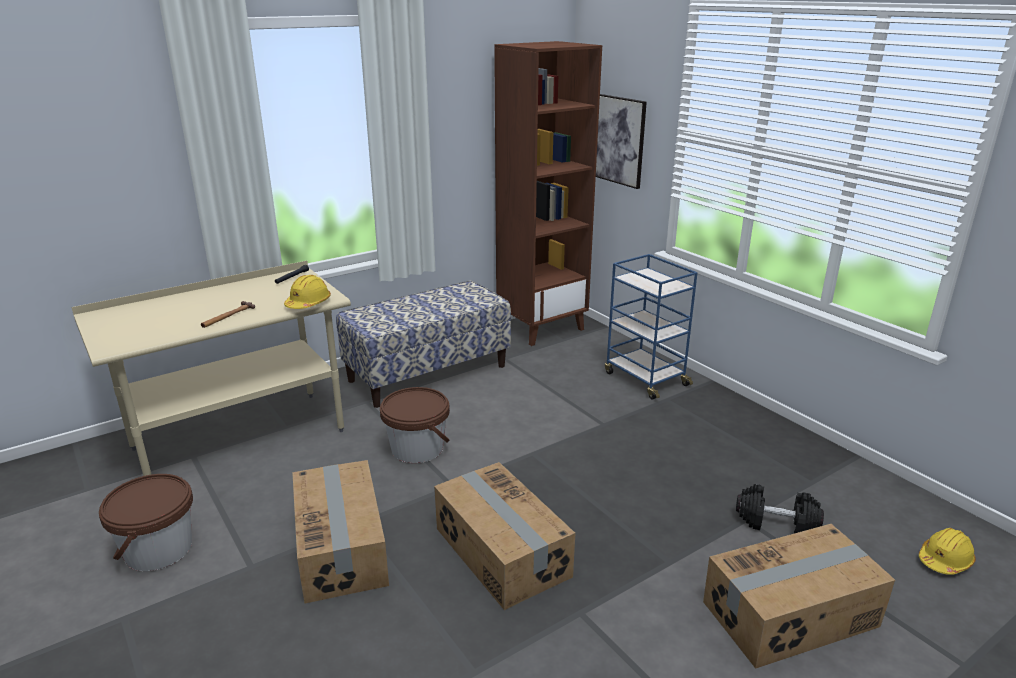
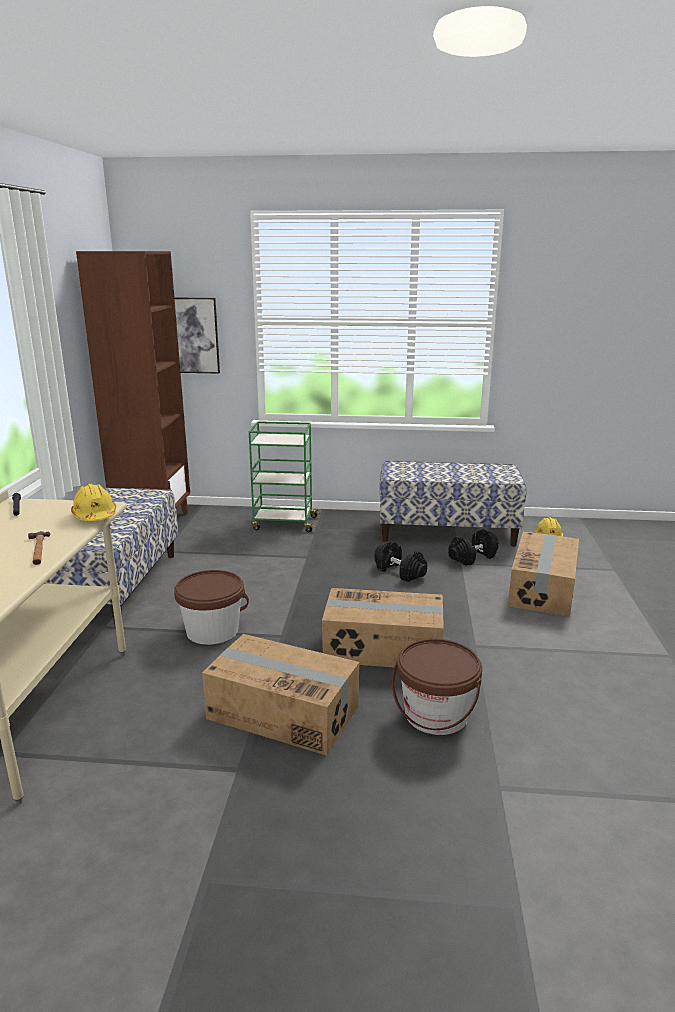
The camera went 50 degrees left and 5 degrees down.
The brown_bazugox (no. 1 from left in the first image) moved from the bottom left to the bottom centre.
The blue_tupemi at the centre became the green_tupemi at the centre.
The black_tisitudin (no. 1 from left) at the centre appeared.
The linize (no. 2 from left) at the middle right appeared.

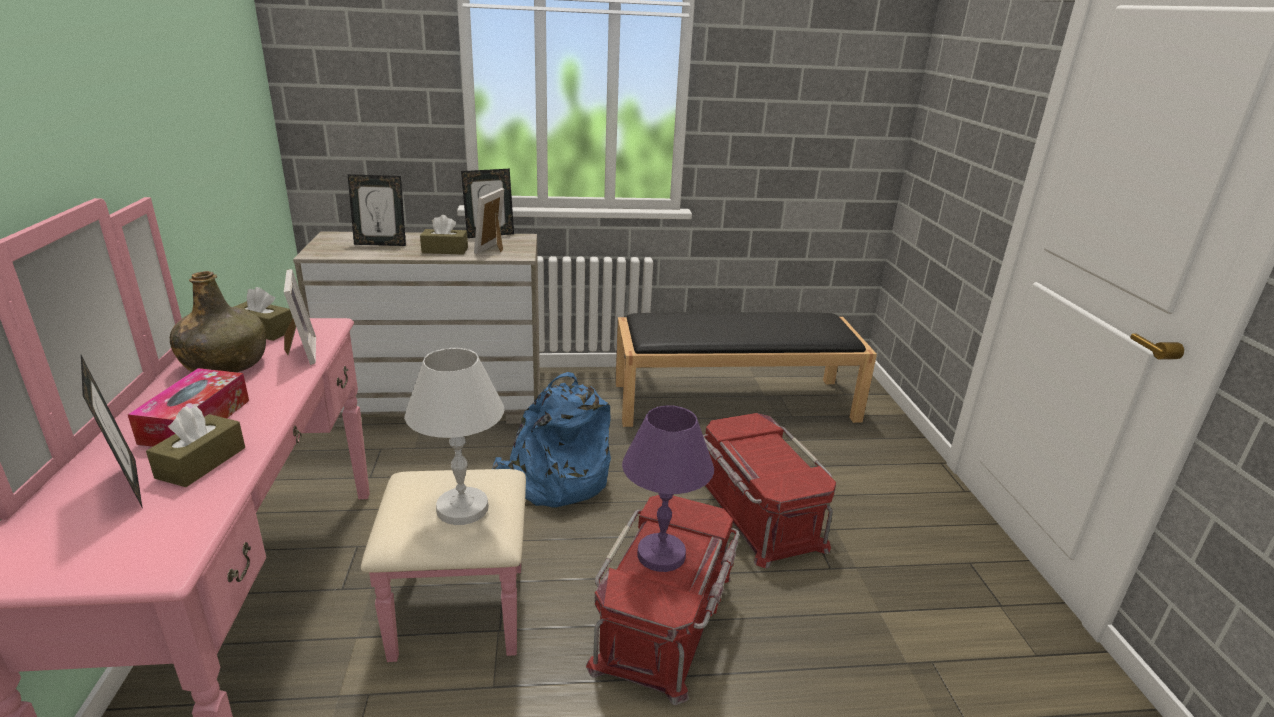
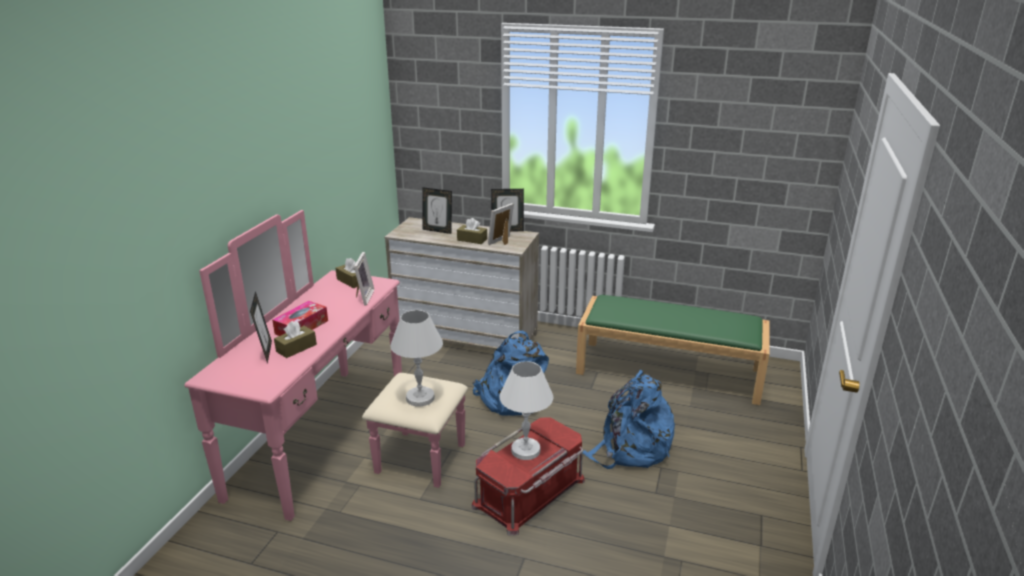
The camera went 25 degrees right and 0 degrees up.
The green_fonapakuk at the middle left disappeared.
The black_linize at the centre became the green_linize at the centre.
The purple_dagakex at the bottom centre became the white_dagakex (no. 2 from left) at the bottom centre.
The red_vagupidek (no. 2 from left) at the bottom centre was replaced by the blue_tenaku (no. 2 from left) at the bottom centre.

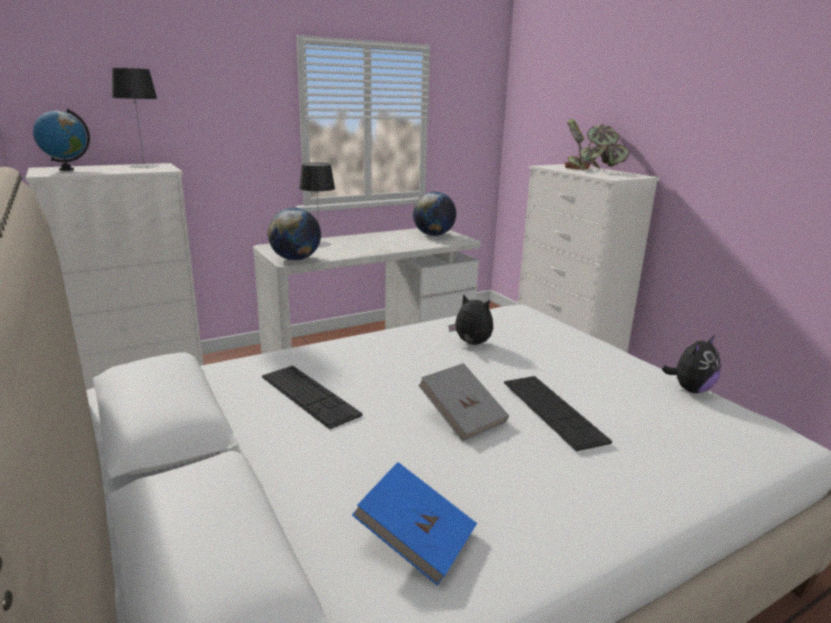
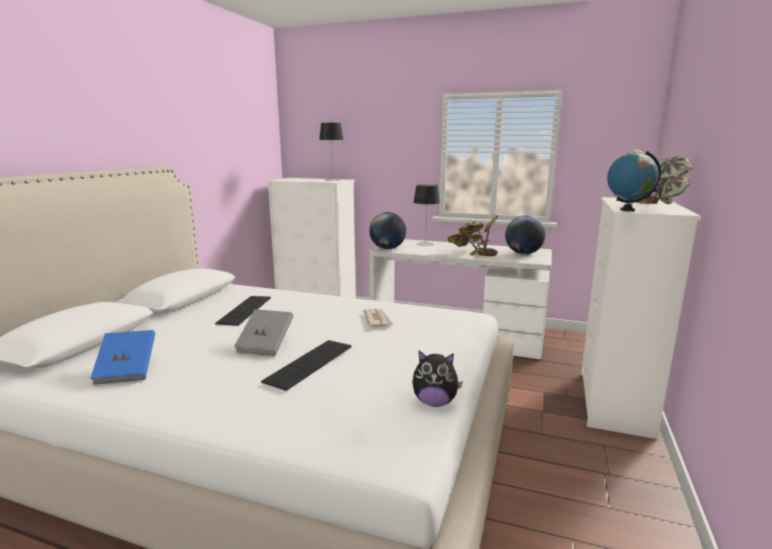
The camera went 50 degrees right and 5 degrees down.
The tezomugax (no. 1 from left in the first image) moved from the top left to the top right.
The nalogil (no. 1 from left) at the centre was replaced by the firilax at the centre.
The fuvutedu (no. 1 from left) at the centre appeared.

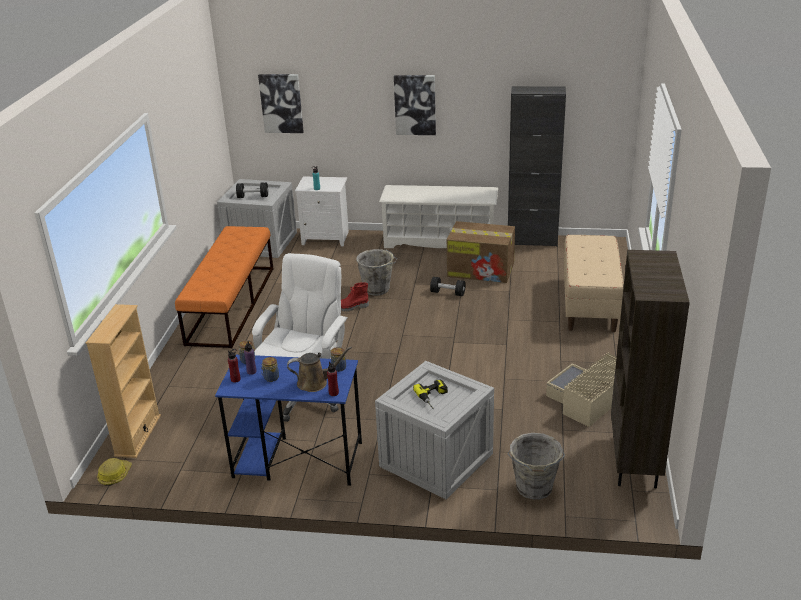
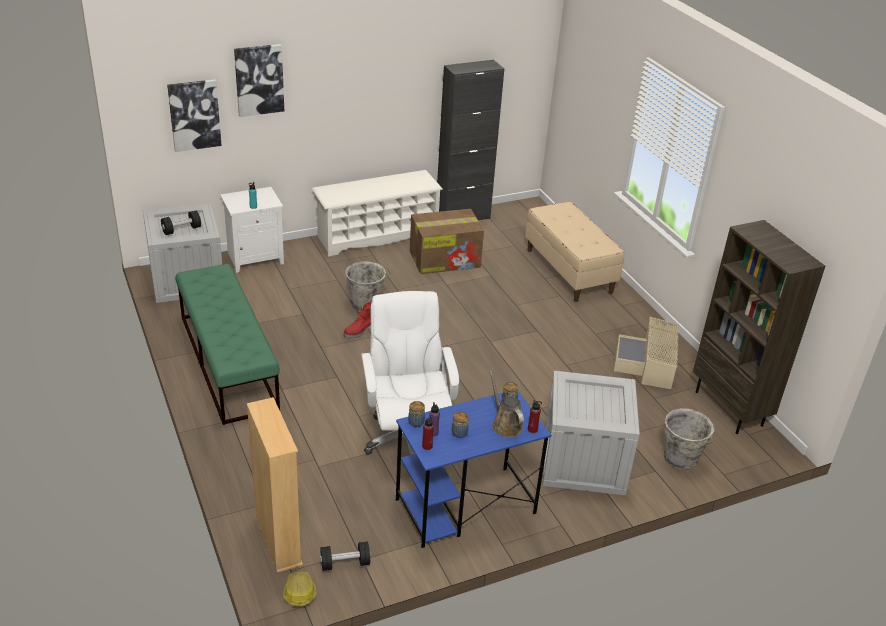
The camera went 35 degrees left and 5 degrees up.
The orange_linize at the middle left became the green_linize at the middle left.
The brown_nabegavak at the centre turned 75 degrees counterclockwise.
The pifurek (no. 2 from left) moved from the top centre to the top left.
The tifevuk at the centre disappeared.
The black_tisitudin (no. 2 from left) moved from the centre to the bottom centre.

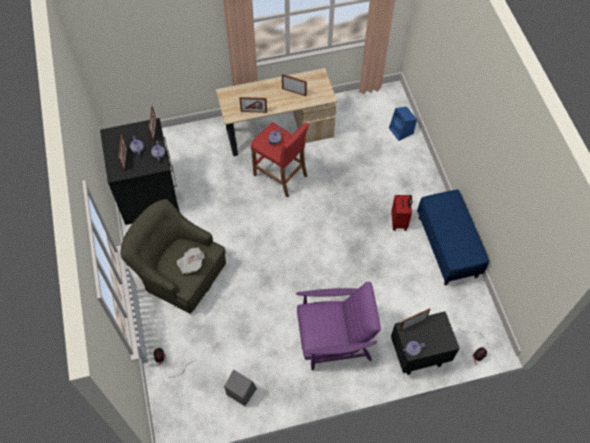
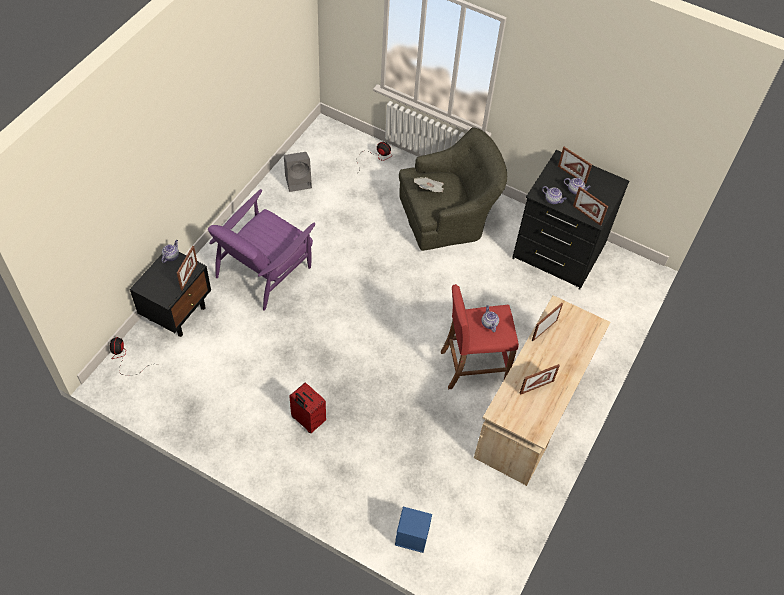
The camera went 130 degrees right and 5 degrees down.
The blue_linize at the middle right disappeared.

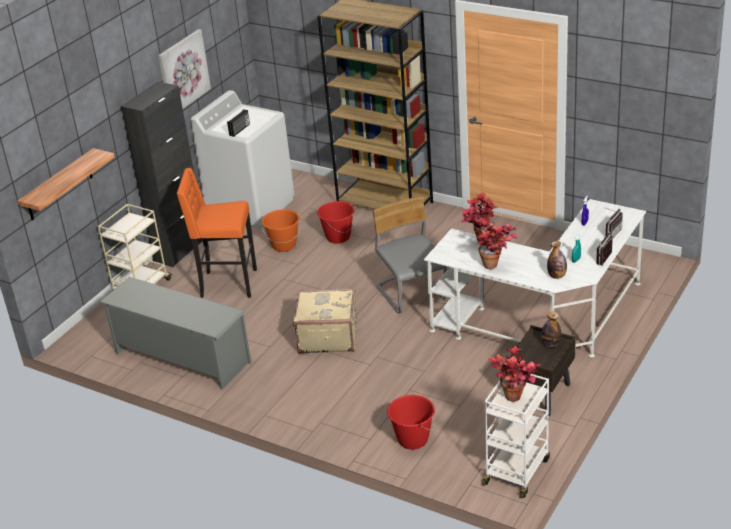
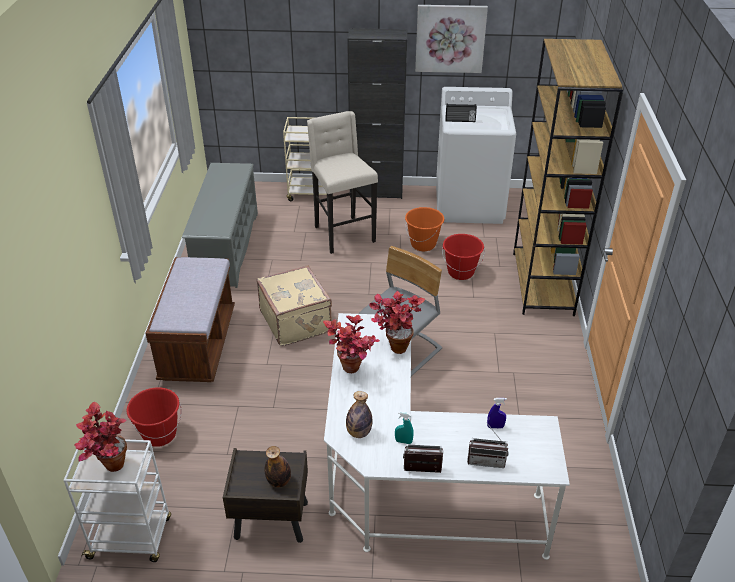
The camera went 60 degrees right and 5 degrees up.
The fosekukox at the middle left disappeared.
The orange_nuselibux at the middle left became the beige_nuselibux at the top centre.
The brown_linize at the middle left appeared.

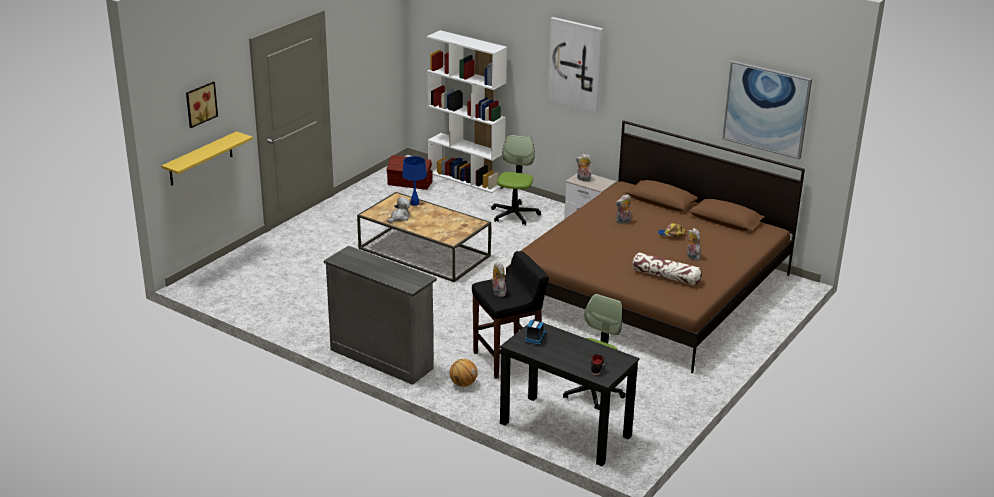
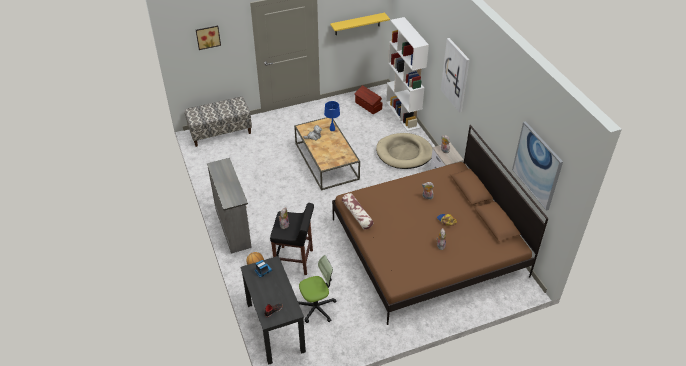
The camera went 35 degrees right and 15 degrees up.
The yellow_fosekukox moved from the top left to the top centre.
The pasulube (no. 1 from left) at the centre was replaced by the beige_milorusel at the centre.
The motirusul moved from the middle right to the centre.
The linize at the top left appeared.

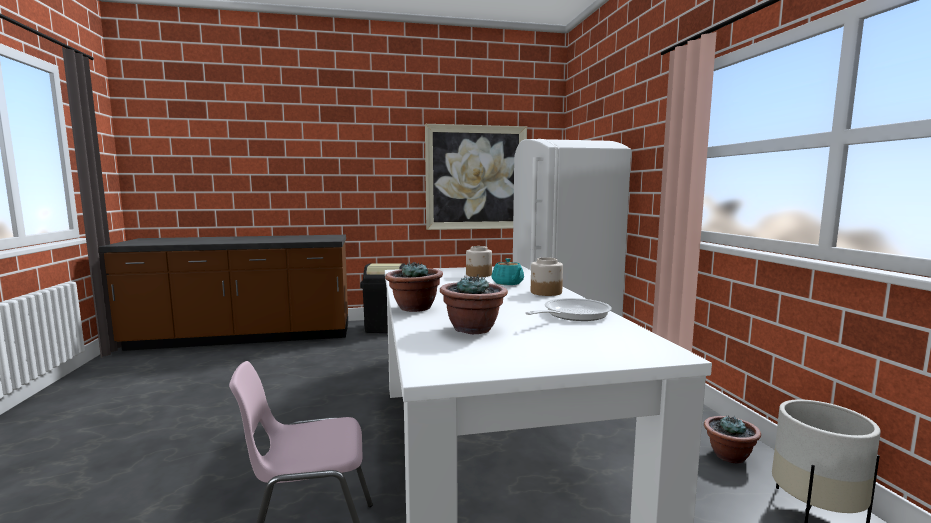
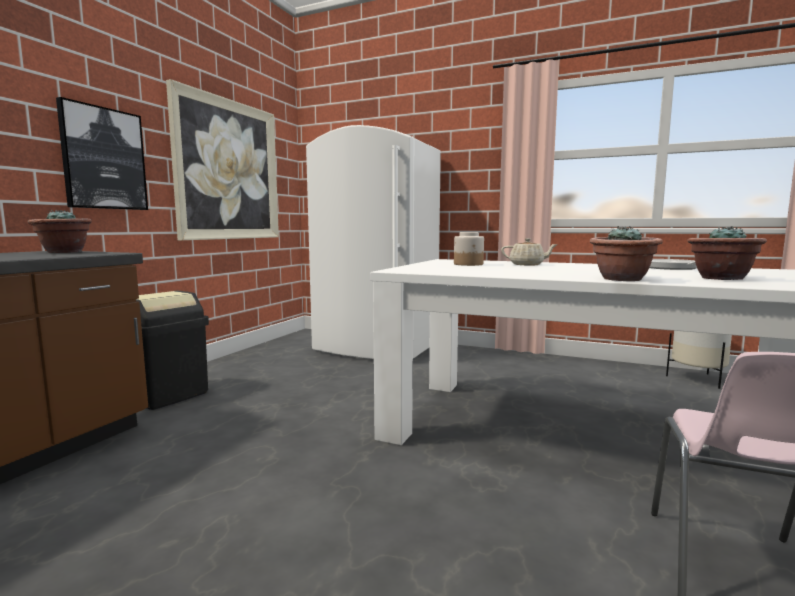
The camera went 55 degrees left and 0 degrees up.
The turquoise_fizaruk at the centre became the beige_fizaruk at the centre.
The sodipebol (no. 2 from left) at the centre disappeared.
The fuvutedu (no. 3 from left in the first image) moved from the bottom right to the middle left.
The pifurek (no. 1 from left) at the top left appeared.

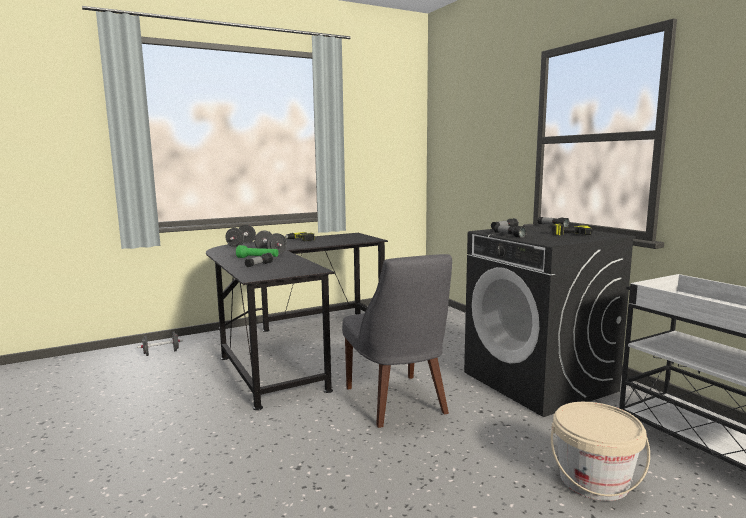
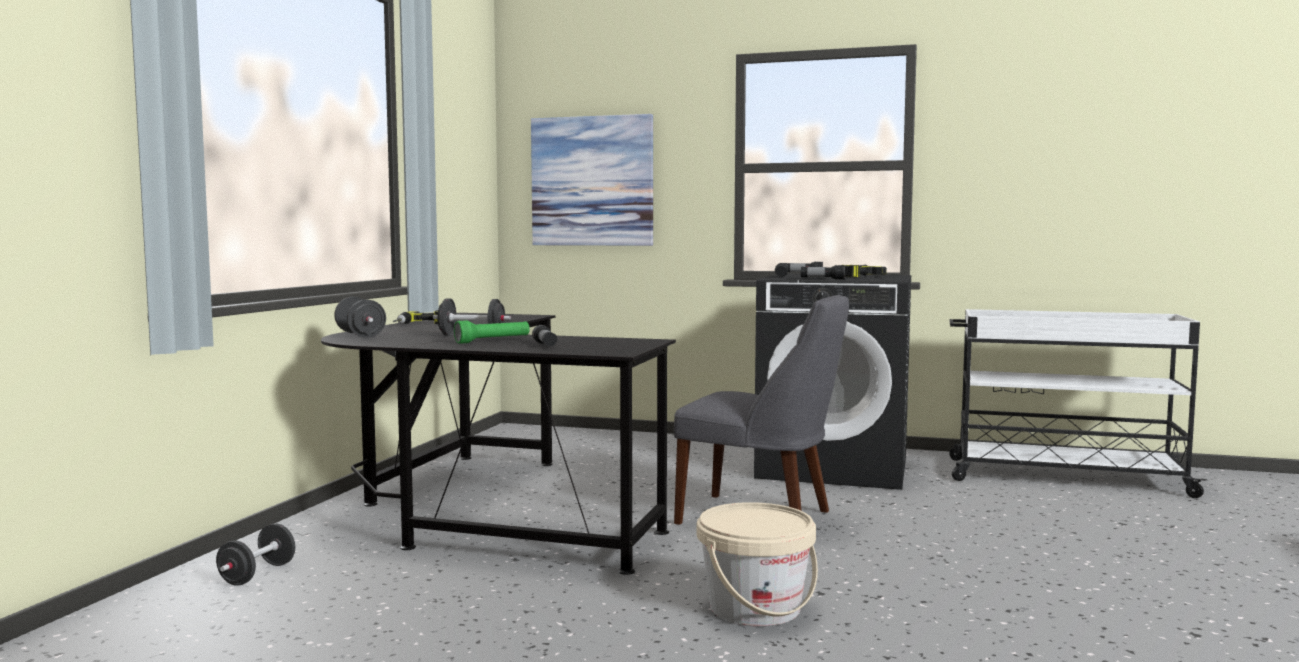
The camera went 45 degrees left and 5 degrees down.
The beige_bazugox moved from the bottom right to the bottom centre.
The pifurek at the top centre appeared.

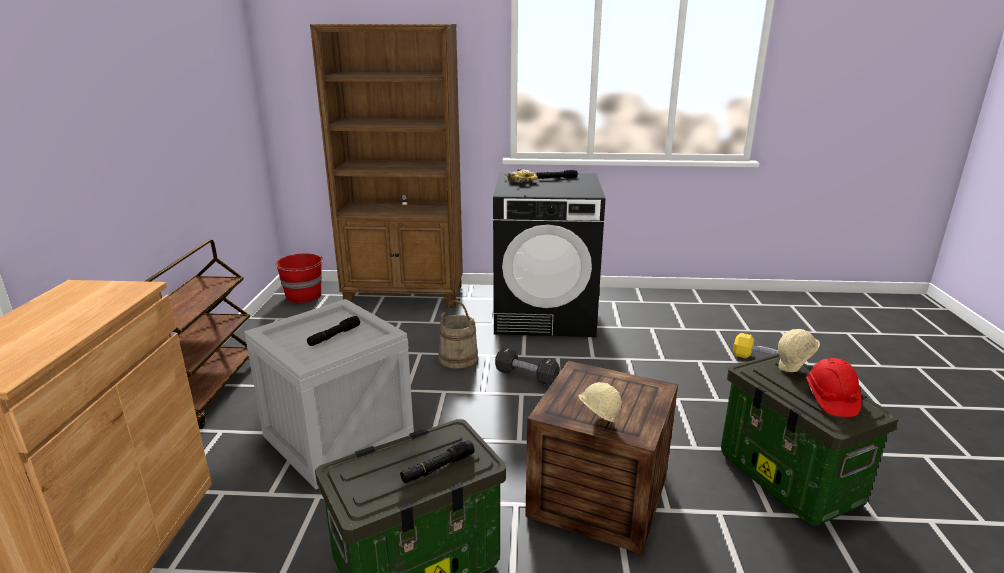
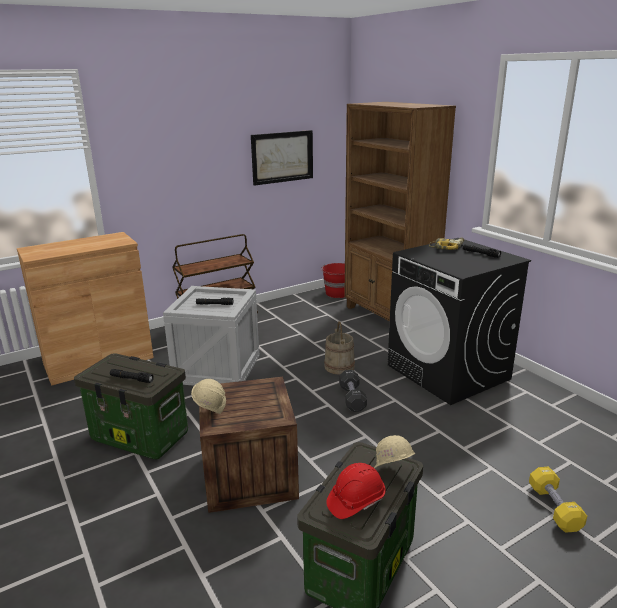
The camera went 55 degrees right and 0 degrees up.
The pifurek at the top centre appeared.

